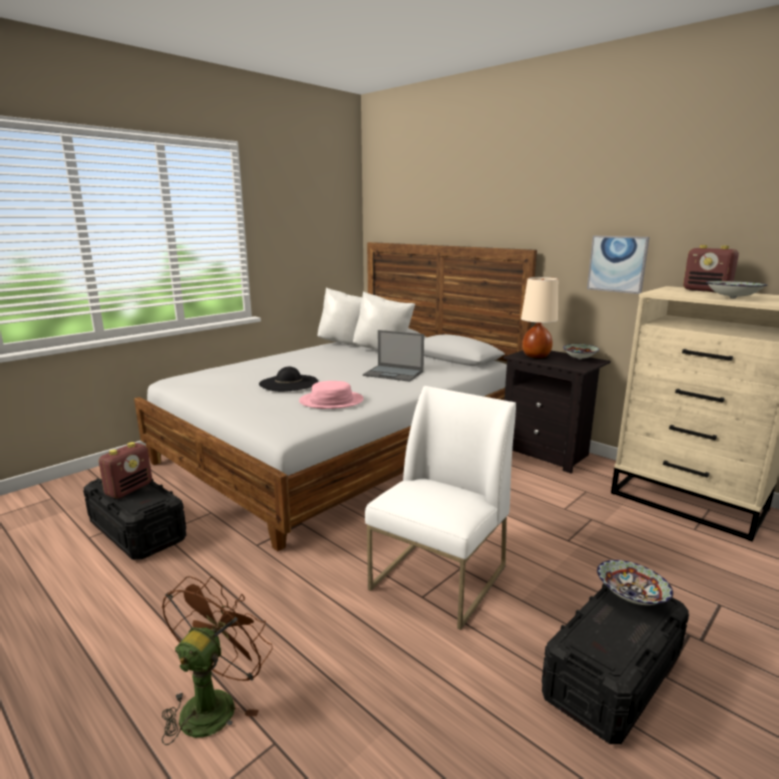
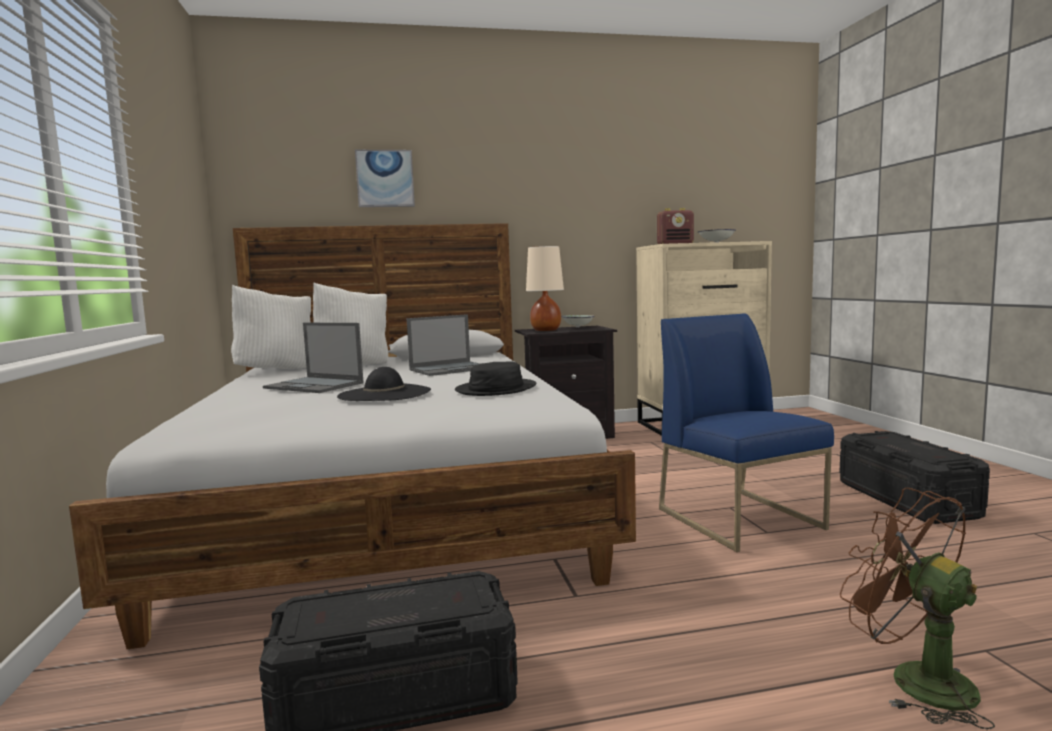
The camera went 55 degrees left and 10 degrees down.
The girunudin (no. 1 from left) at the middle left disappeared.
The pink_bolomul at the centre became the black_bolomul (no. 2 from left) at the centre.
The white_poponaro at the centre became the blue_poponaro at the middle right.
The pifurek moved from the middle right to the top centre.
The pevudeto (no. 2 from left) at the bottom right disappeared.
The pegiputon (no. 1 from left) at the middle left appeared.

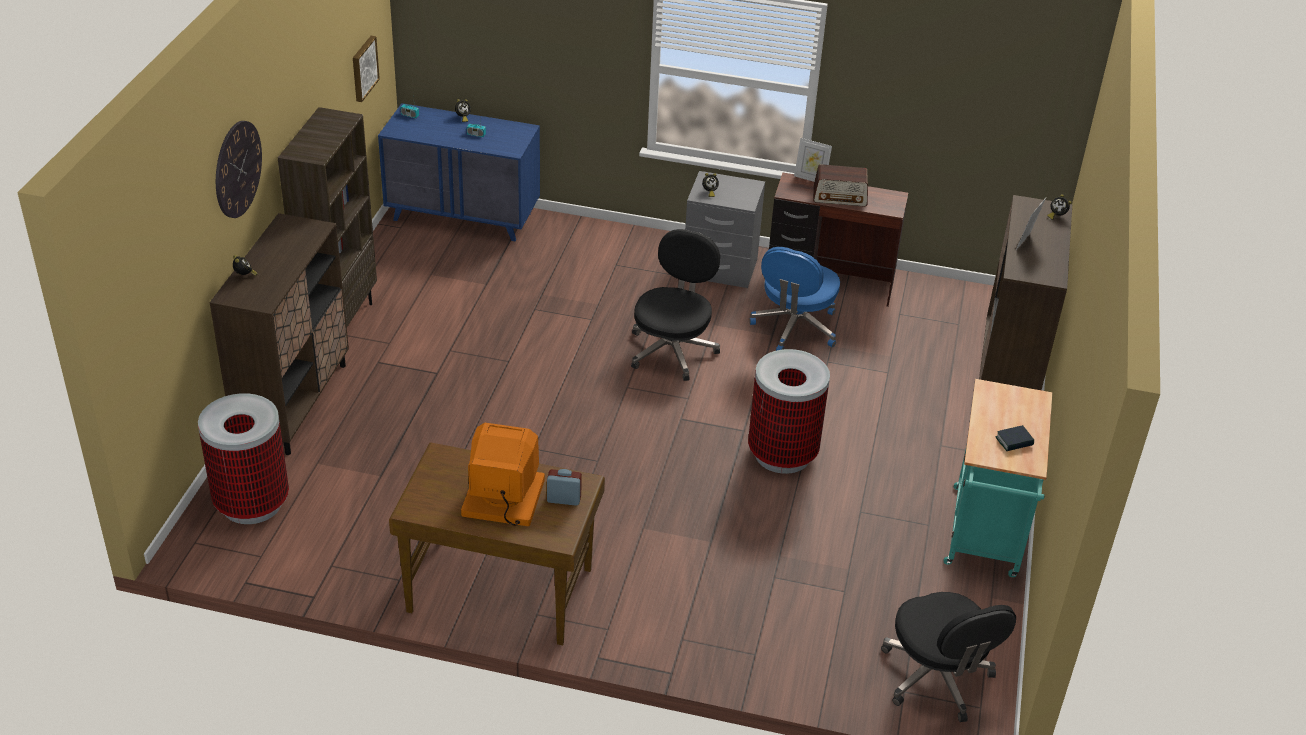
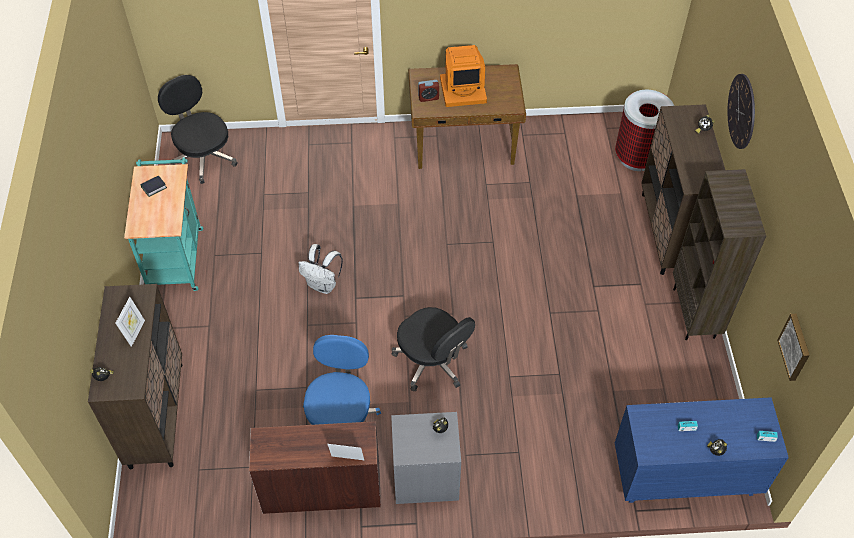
The camera went 165 degrees right and 15 degrees up.
The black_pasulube (no. 1 from left in the first image) at the centre turned 45 degrees counterclockwise.
The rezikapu (no. 2 from left) at the centre was replaced by the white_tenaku at the centre.
The girunudin (no. 3 from left) at the top centre disappeared.

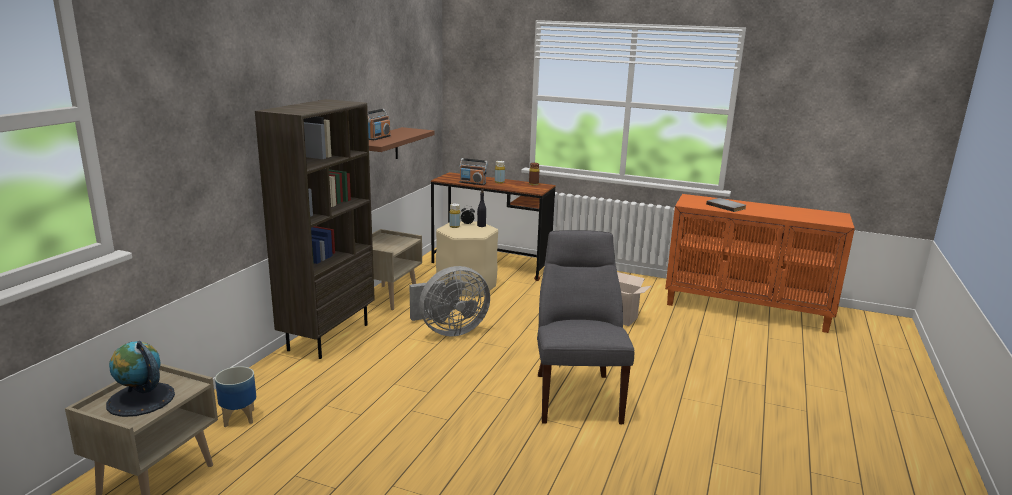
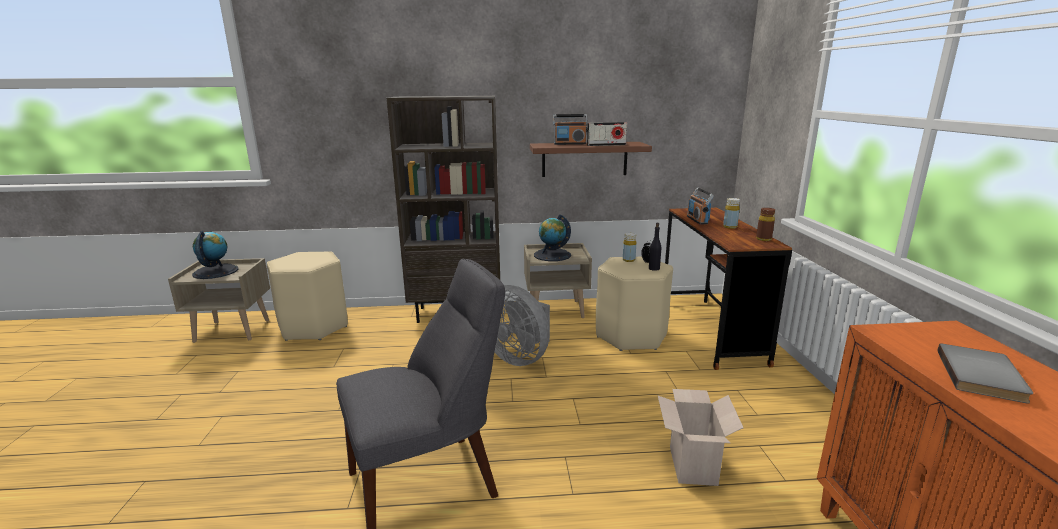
The camera went 65 degrees right and 0 degrees up.
The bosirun at the bottom left was replaced by the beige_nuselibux (no. 1 from left) at the middle left.
The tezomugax (no. 2 from left) at the centre appeared.
The girunudin (no. 2 from left) at the top centre appeared.

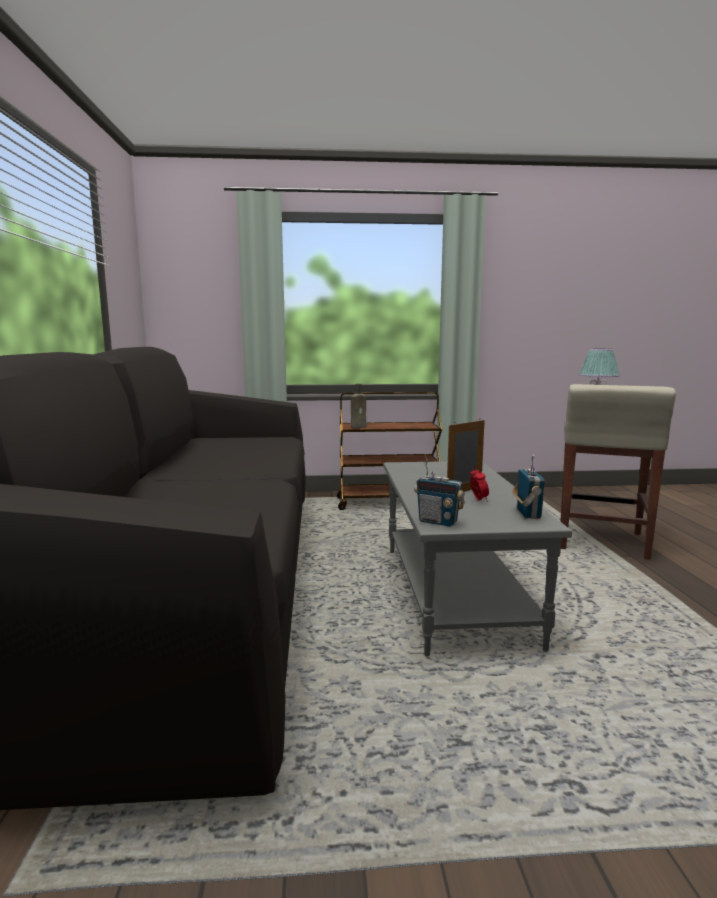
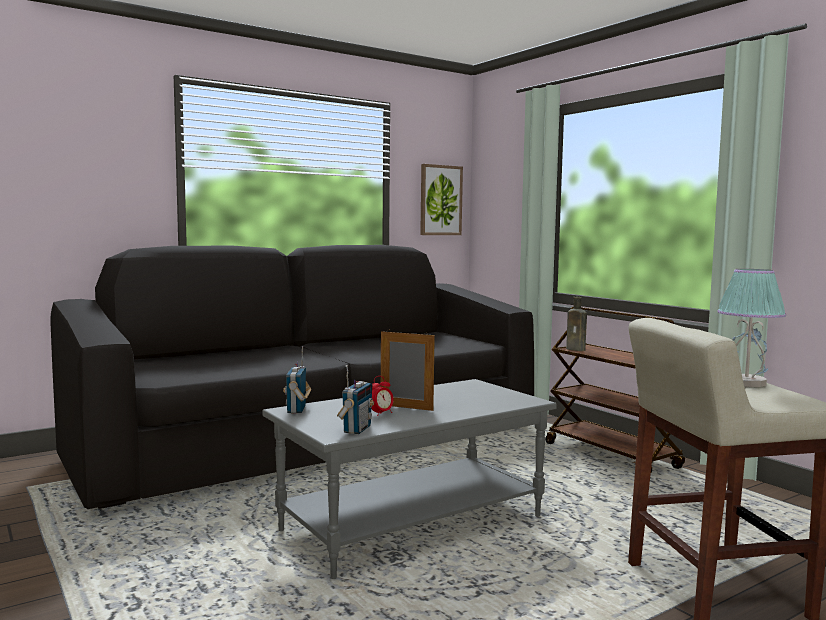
The camera went 60 degrees right and 5 degrees down.
The girunudin (no. 2 from left) at the middle right turned 45 degrees counterclockwise.
The pifurek at the top centre appeared.

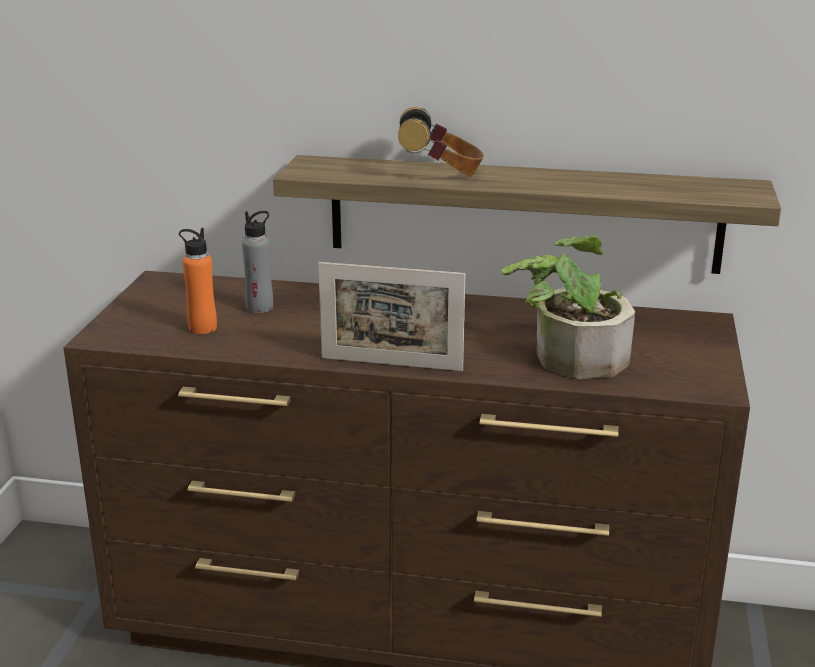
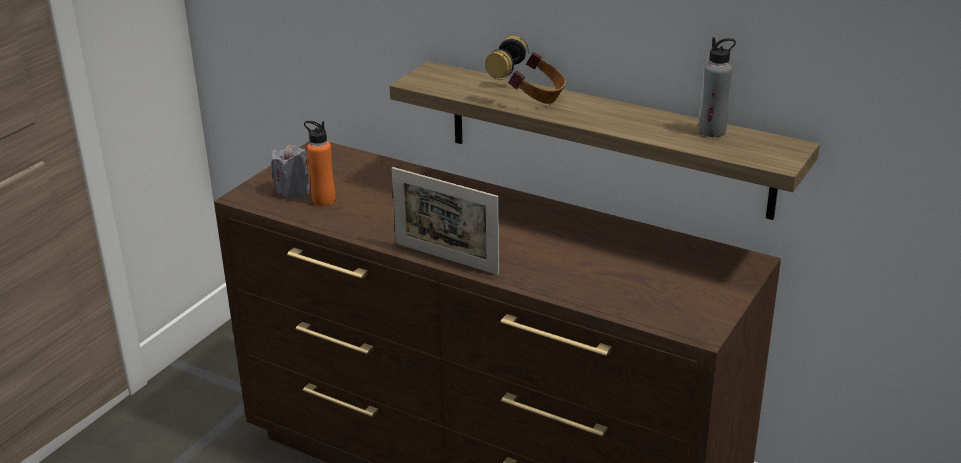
The camera went 20 degrees right and 5 degrees up.
The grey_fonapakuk moved from the middle left to the top right.
The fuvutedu at the middle right disappeared.
The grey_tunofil at the middle left appeared.

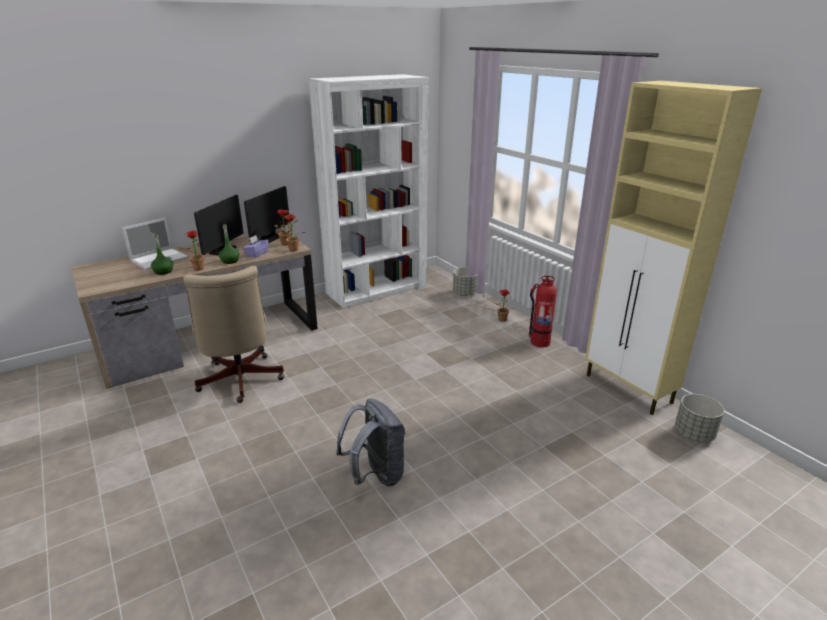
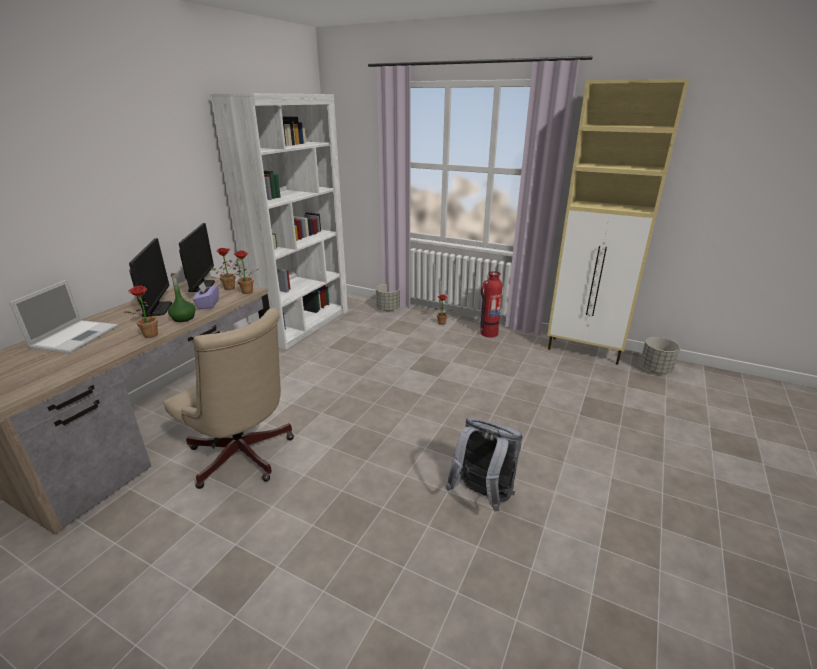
The camera went 30 degrees left and 0 degrees up.
The green_fonapakuk (no. 1 from left) at the middle left disappeared.

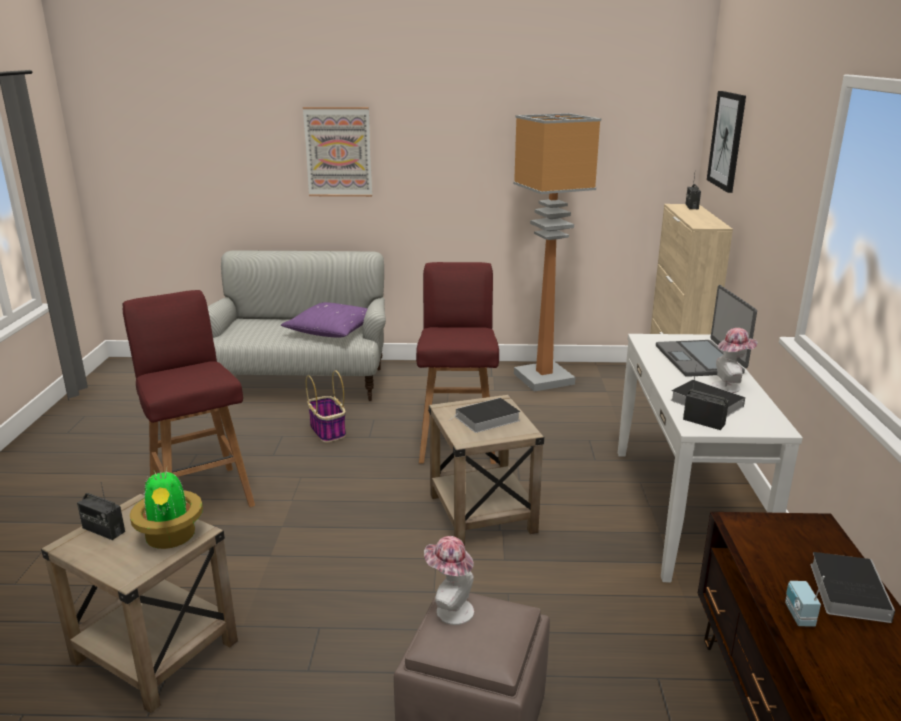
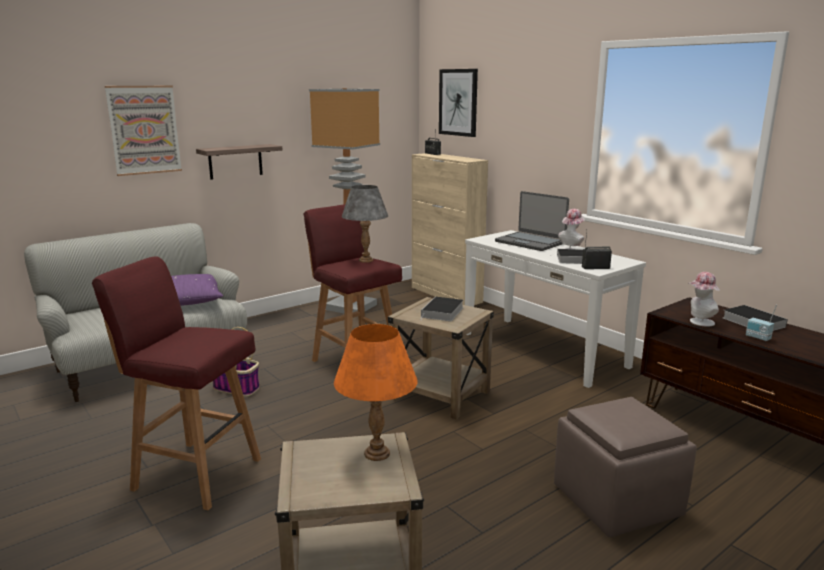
The camera went 40 degrees left and 5 degrees down.
The girunudin (no. 1 from left) at the bottom left disappeared.
The fuvutedu at the bottom left was replaced by the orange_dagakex at the bottom centre.
The bolomul (no. 1 from left in the first image) moved from the bottom centre to the middle right.
The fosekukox at the top left appeared.
The grey_dagakex at the centre appeared.

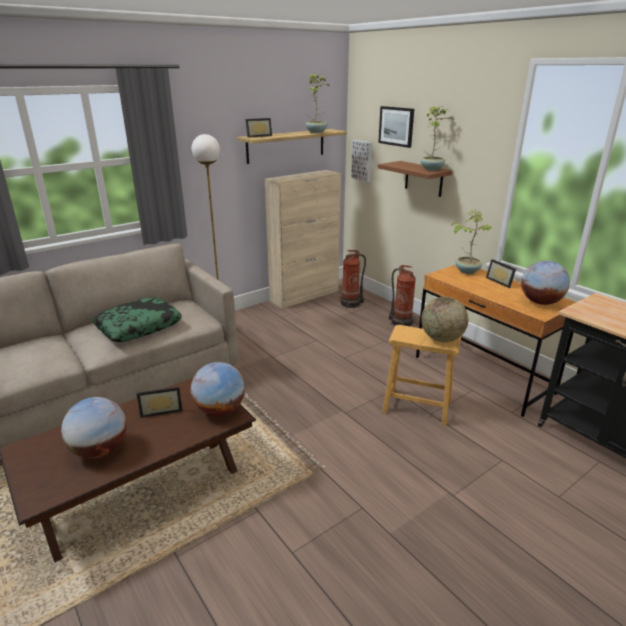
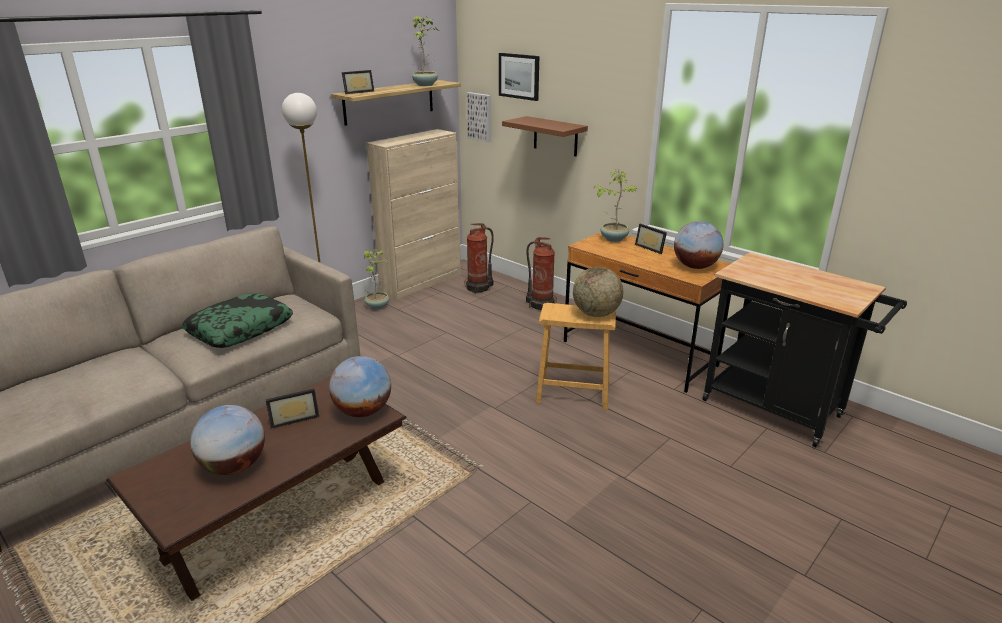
The camera went 10 degrees left and 0 degrees up.
The fuvutedu (no. 2 from left in the first image) moved from the top right to the centre.

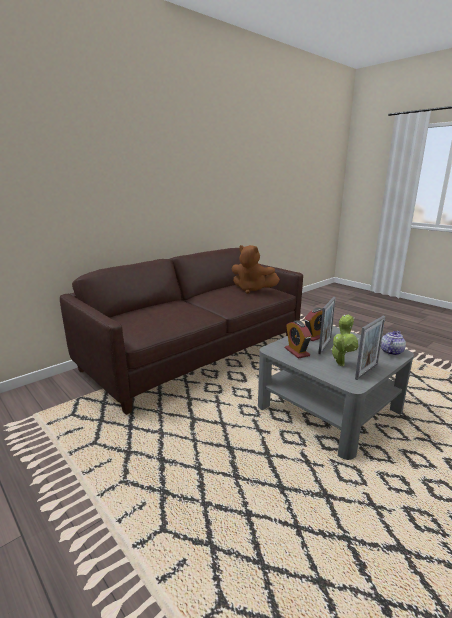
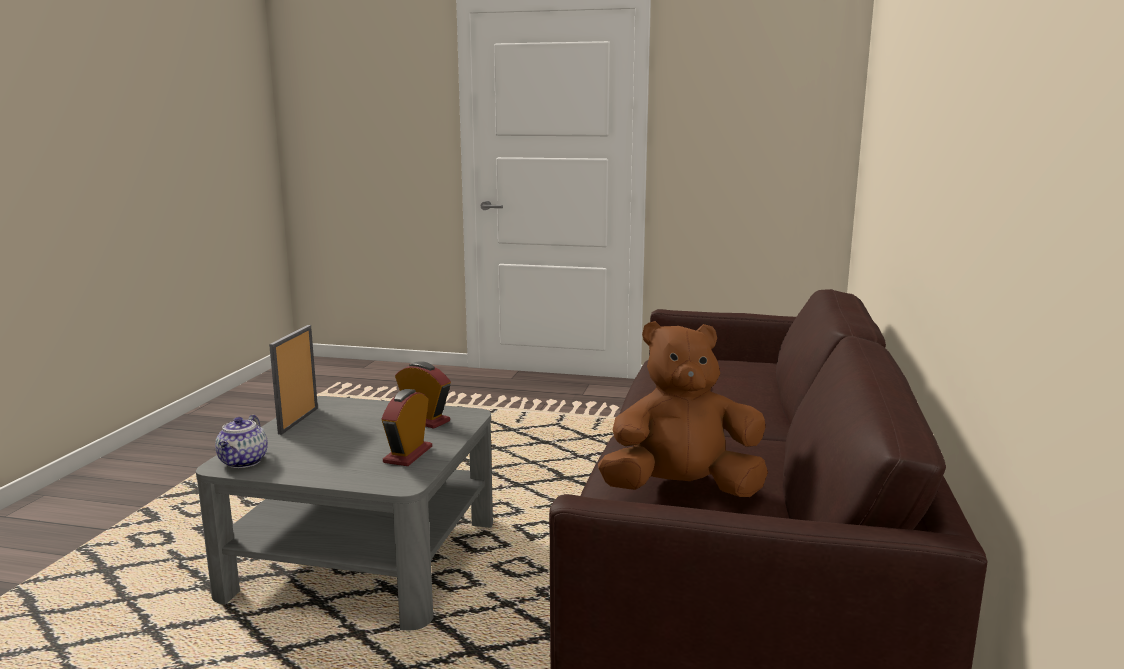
The camera went 145 degrees right and 5 degrees down.
The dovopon (no. 1 from left) at the middle right disappeared.
The fuvutedu at the middle right disappeared.

